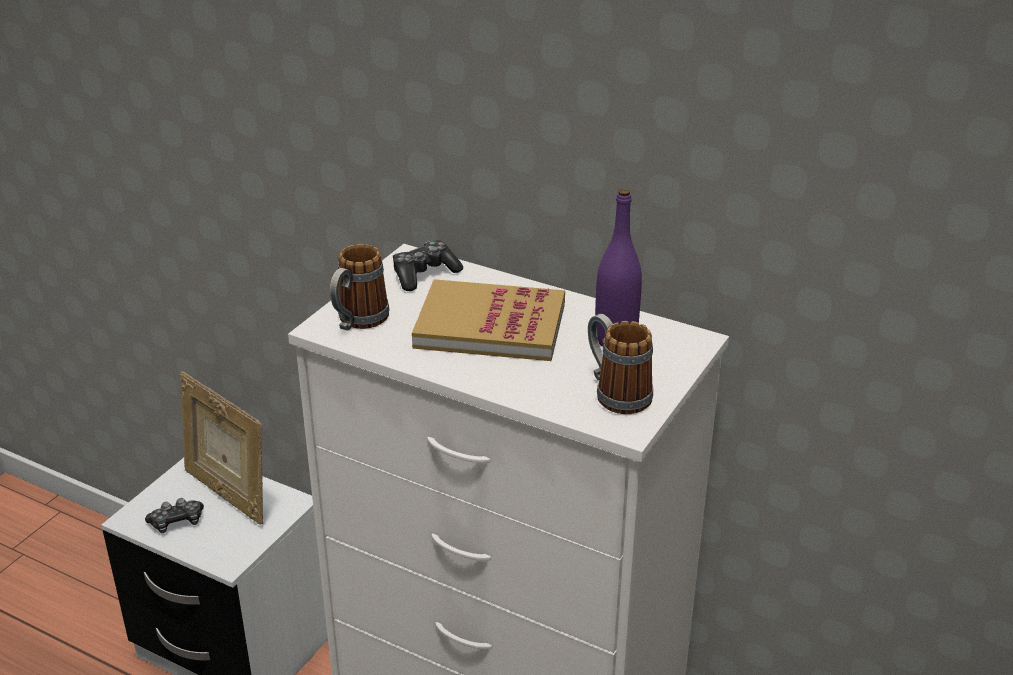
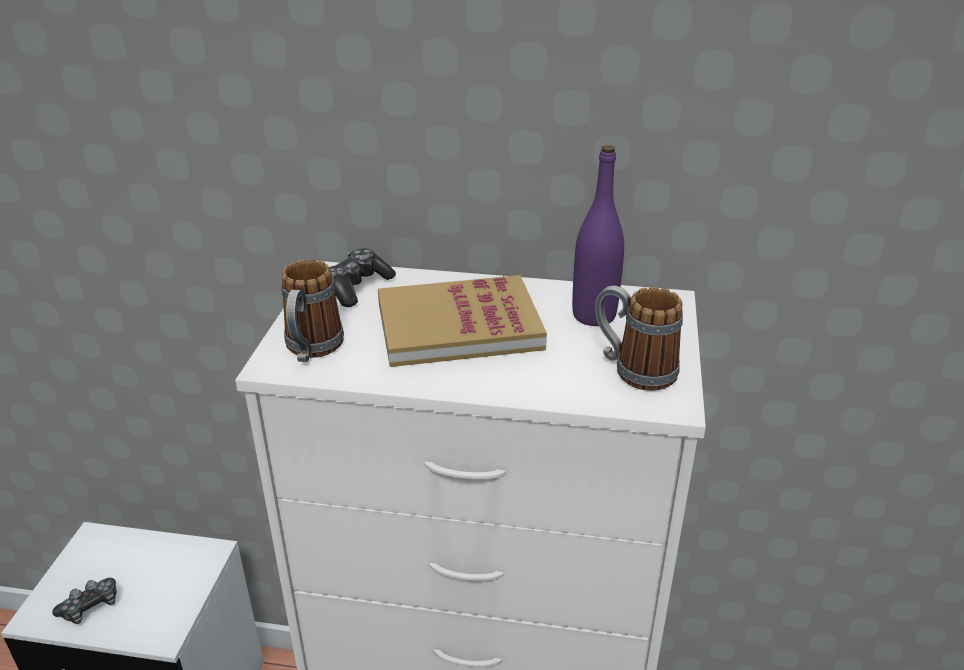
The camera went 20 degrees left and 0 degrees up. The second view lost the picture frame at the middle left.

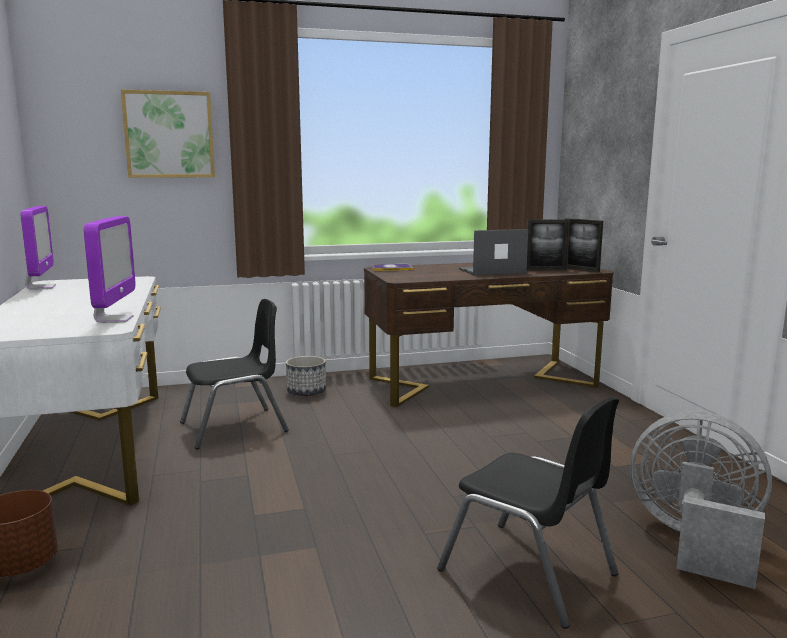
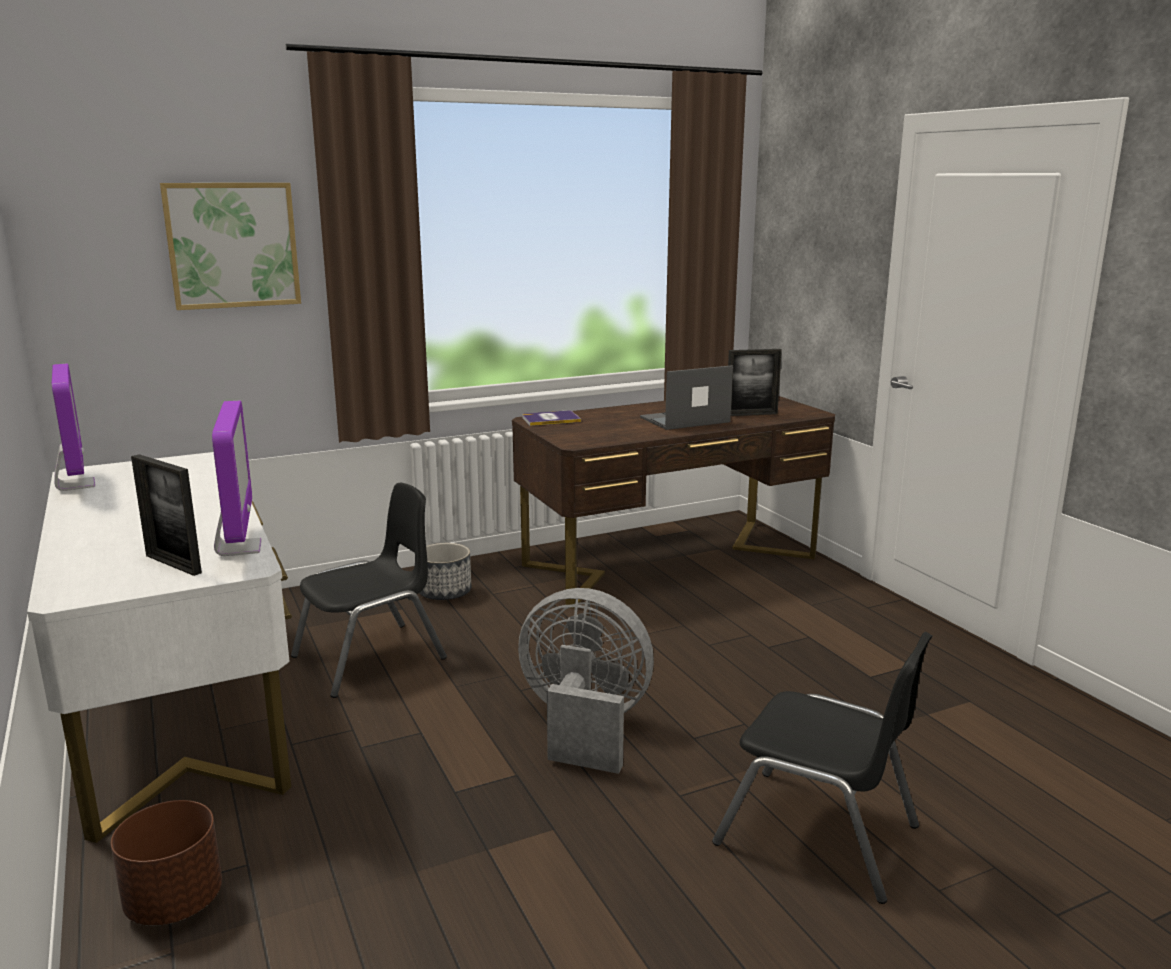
The camera went 10 degrees left and 5 degrees up. The picture frame (2nd from left in the first image) ended up elsewhere, having gone from the middle right to the middle left. The grey cooling fan ended up elsewhere, having gone from the bottom right to the bottom centre.

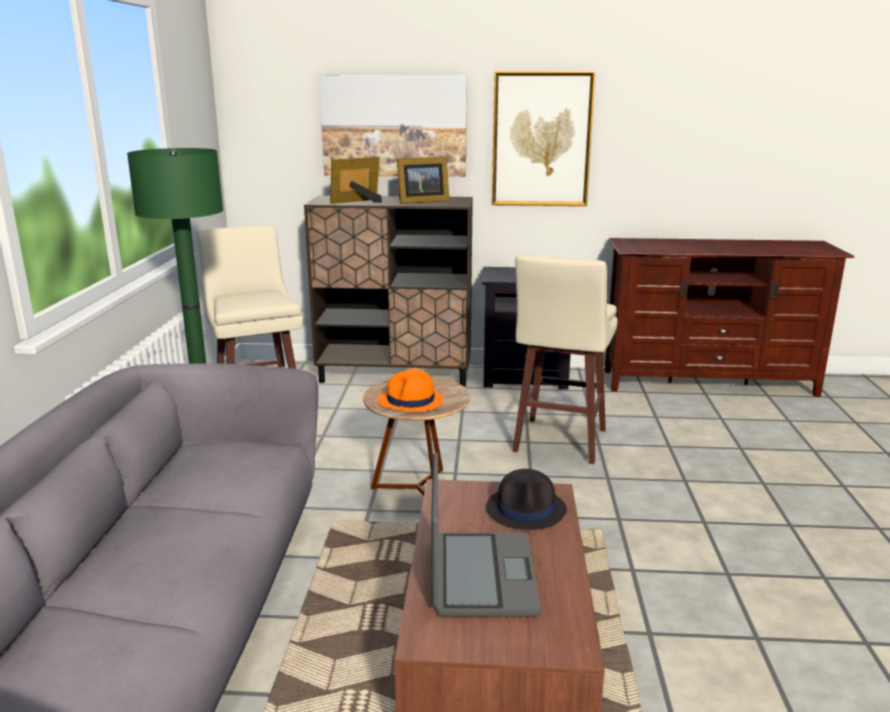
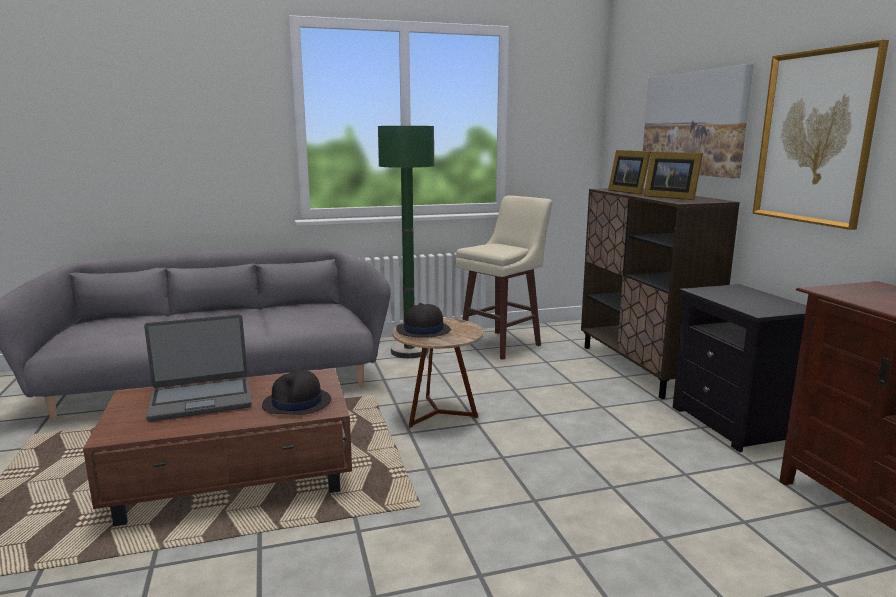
The camera went 70 degrees right and 5 degrees down. The picture frame (1st from left) at the top centre ended up facing another way, 150 degrees counterclockwise from before. What was the orangey wearable hat at the centre turned into the black-coloured wearable hat (2nd from left) at the centre. The second view lost the beige stool (2nd from left) at the centre.

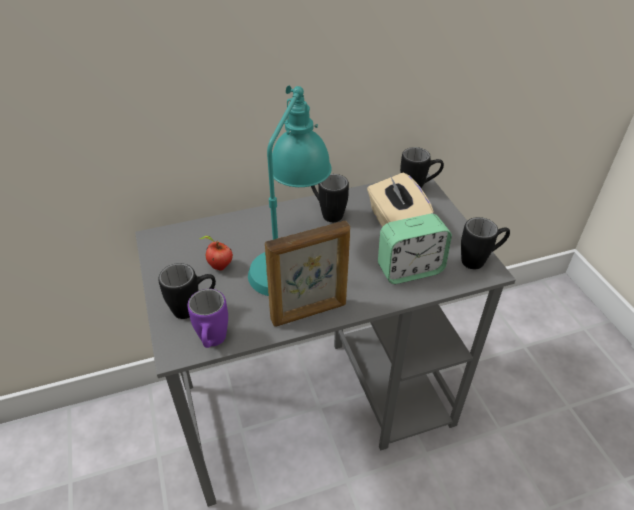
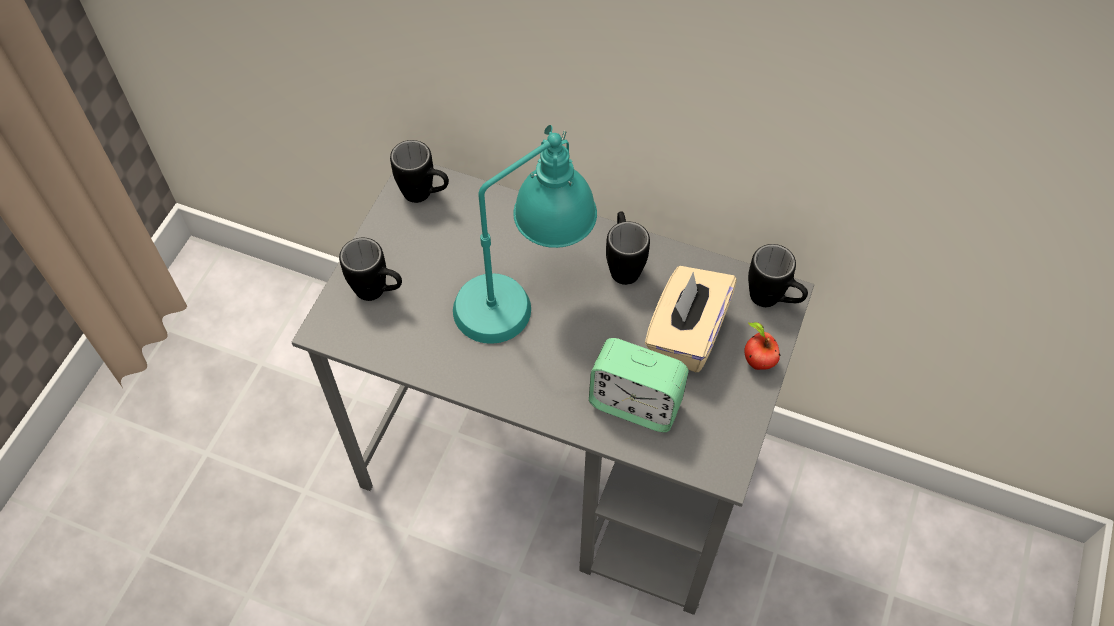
The camera went 40 degrees right and 15 degrees up. The second view lost the purple mug at the middle left. The whole apple ended up elsewhere, having gone from the centre to the middle right. The second view lost the picture frame at the centre. The black-coloured mug (4th from left in the first image) ended up elsewhere, having gone from the middle right to the top centre.

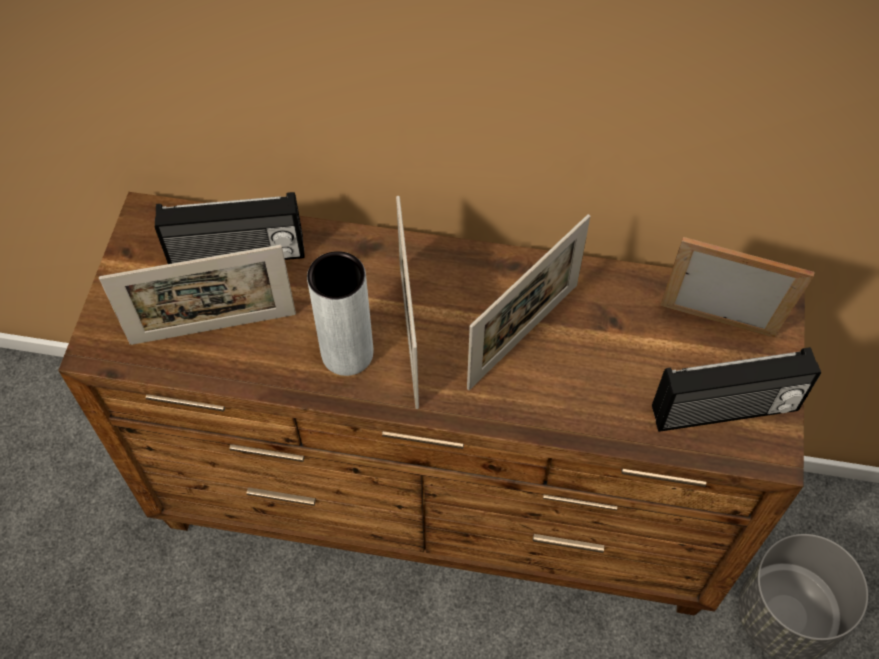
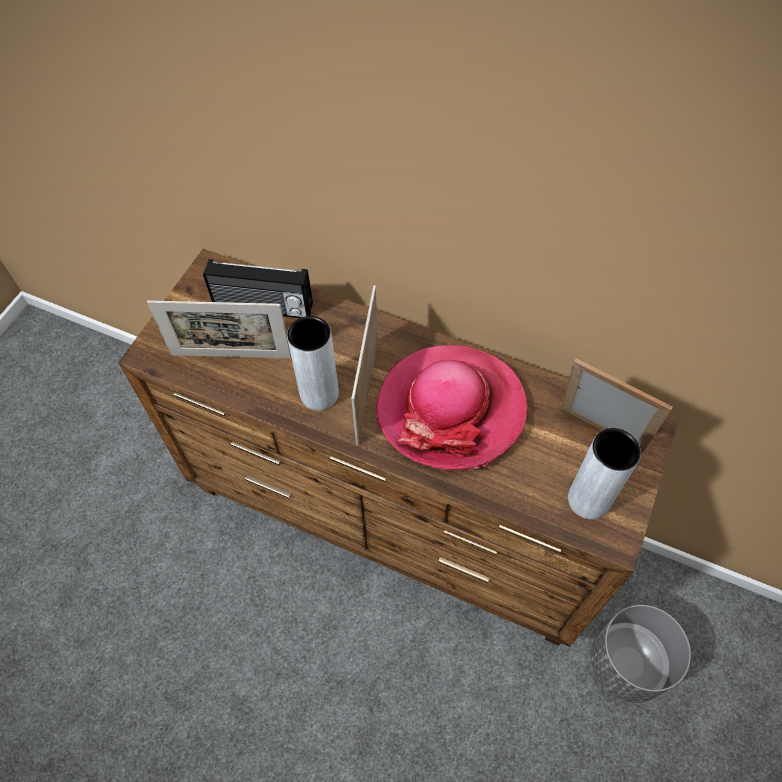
The camera went 15 degrees right and 0 degrees up. Where the picture frame (3rd from left) stood at the centre, the wearable hat came to stand at the centre. Where the radio receiver (2nd from left) stood at the middle right, the grey flower vase (2nd from left) came to stand at the middle right.

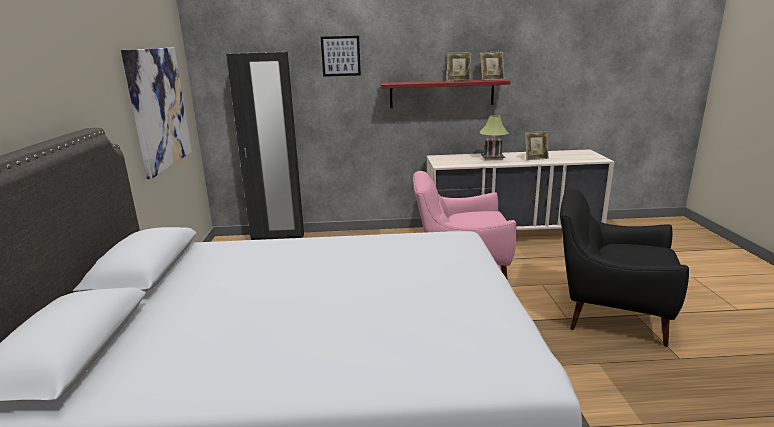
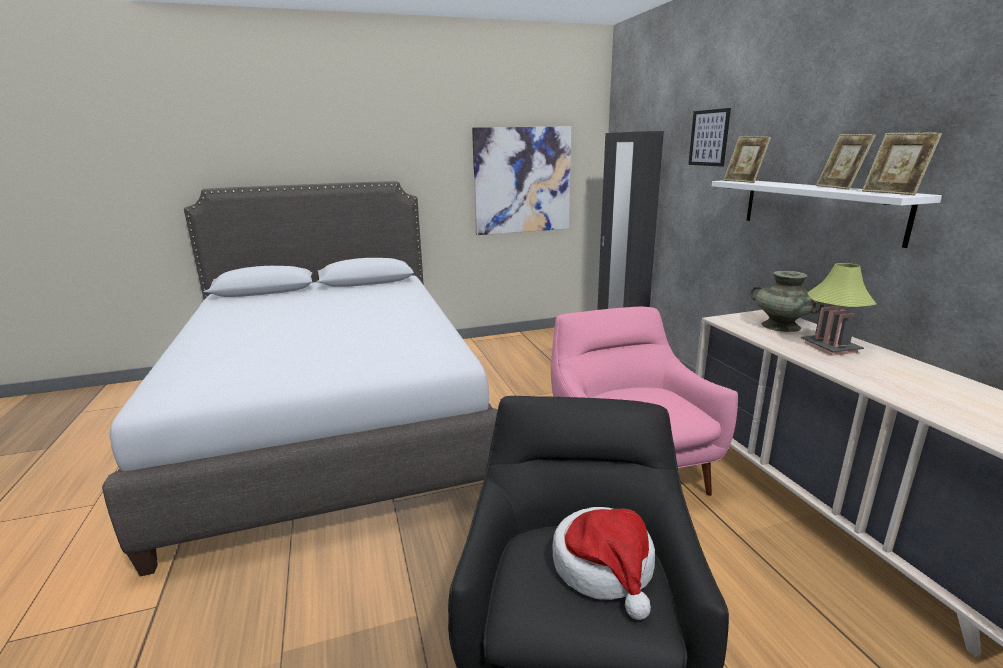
The camera went 75 degrees right and 0 degrees up. What was the reddish shelf at the top centre turned into the white shelf at the top right. The picture frame (3rd from left in the first image) ended up elsewhere, having gone from the middle right to the top right. The second view gained the wearable hat at the bottom centre. The second view gained the blue-green flower vase at the middle right.

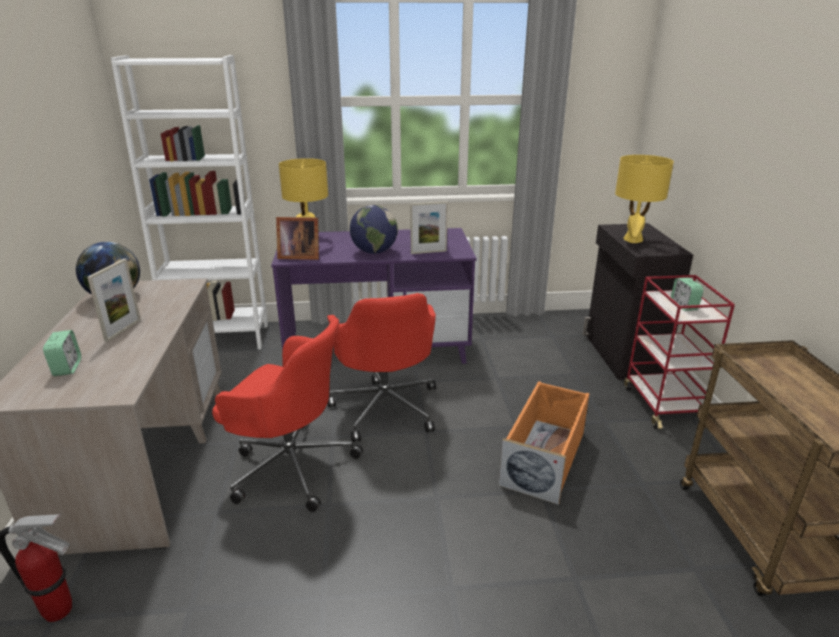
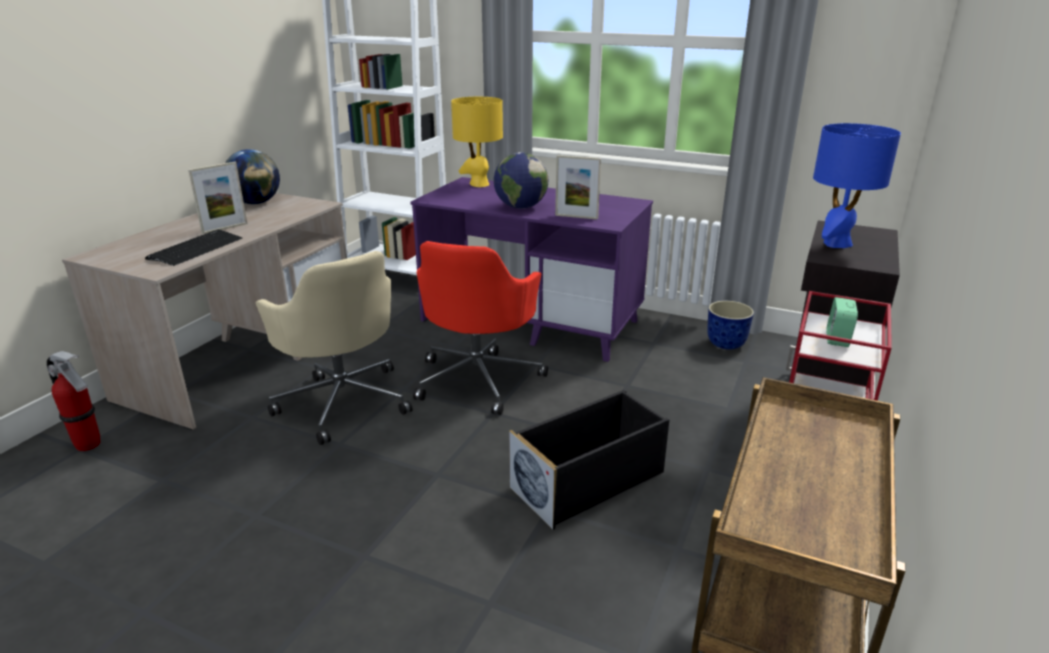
The camera went 30 degrees right and 0 degrees up. The second view lost the table clock (1st from left) at the middle left. What was the reddish office chair (1st from left) at the centre turned into the beige office chair at the middle left. The second view lost the picture frame (2nd from left) at the centre. What was the orangey storage bin at the bottom centre turned into the black-coloured storage bin at the bottom centre. What was the yellowish tabletop lamp (2nd from left) at the top right turned into the blue-coloured tabletop lamp at the top right. The second view gained the computer keyboard at the middle left. The second view gained the plant pot at the middle right.

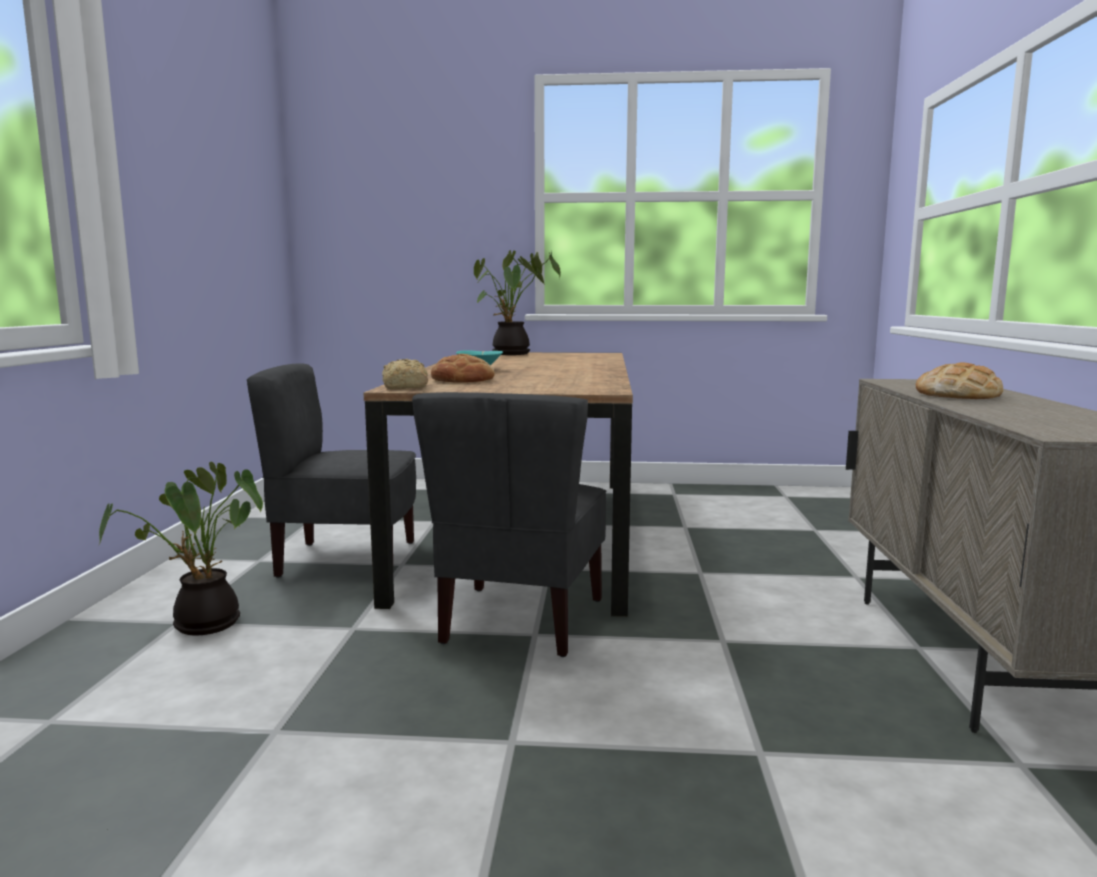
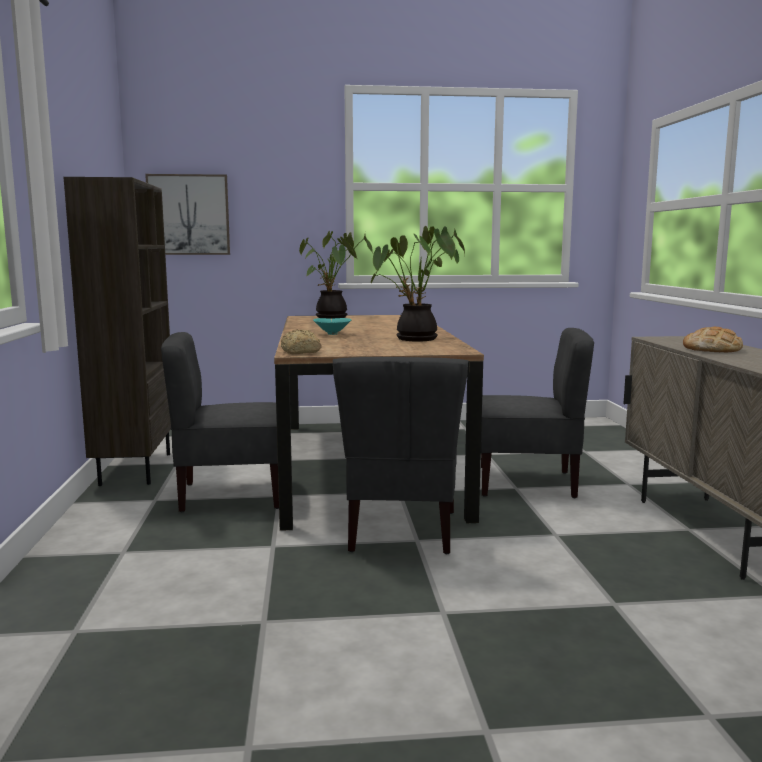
The camera went 10 degrees left and 0 degrees up. The houseplant (1st from left in the first image) ended up elsewhere, having gone from the middle left to the centre. The second view lost the bakery bread (2nd from left) at the centre. The second view gained the brownish bookcase at the middle left. The second view gained the picture at the top left. The second view gained the grey plain chair (3rd from left) at the middle right.

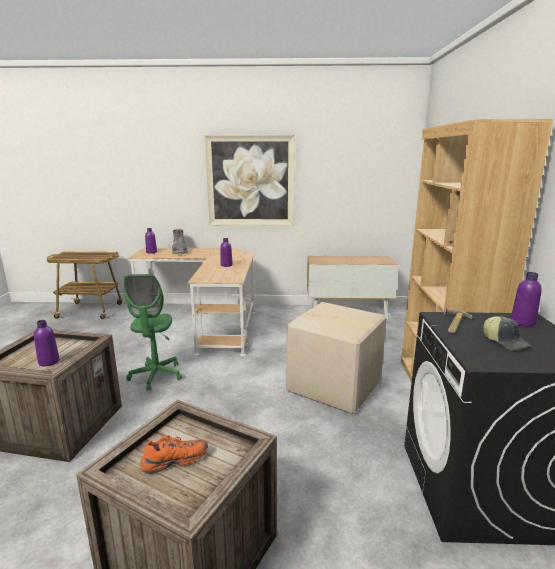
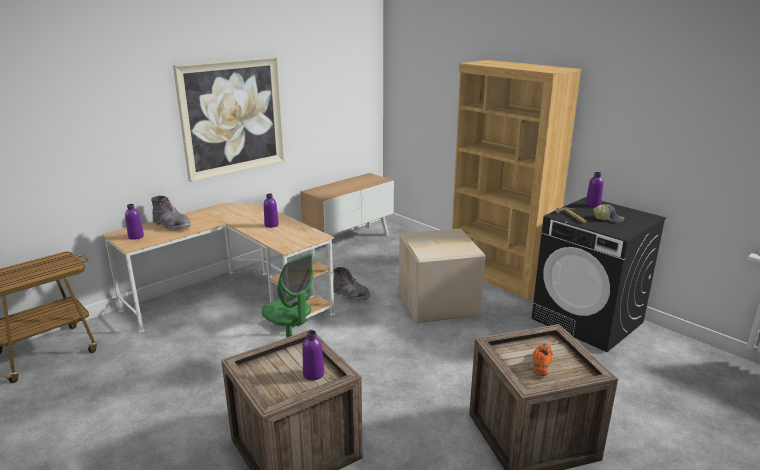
The camera went 45 degrees left and 5 degrees up. The second view gained the grey boot (2nd from left) at the centre.

